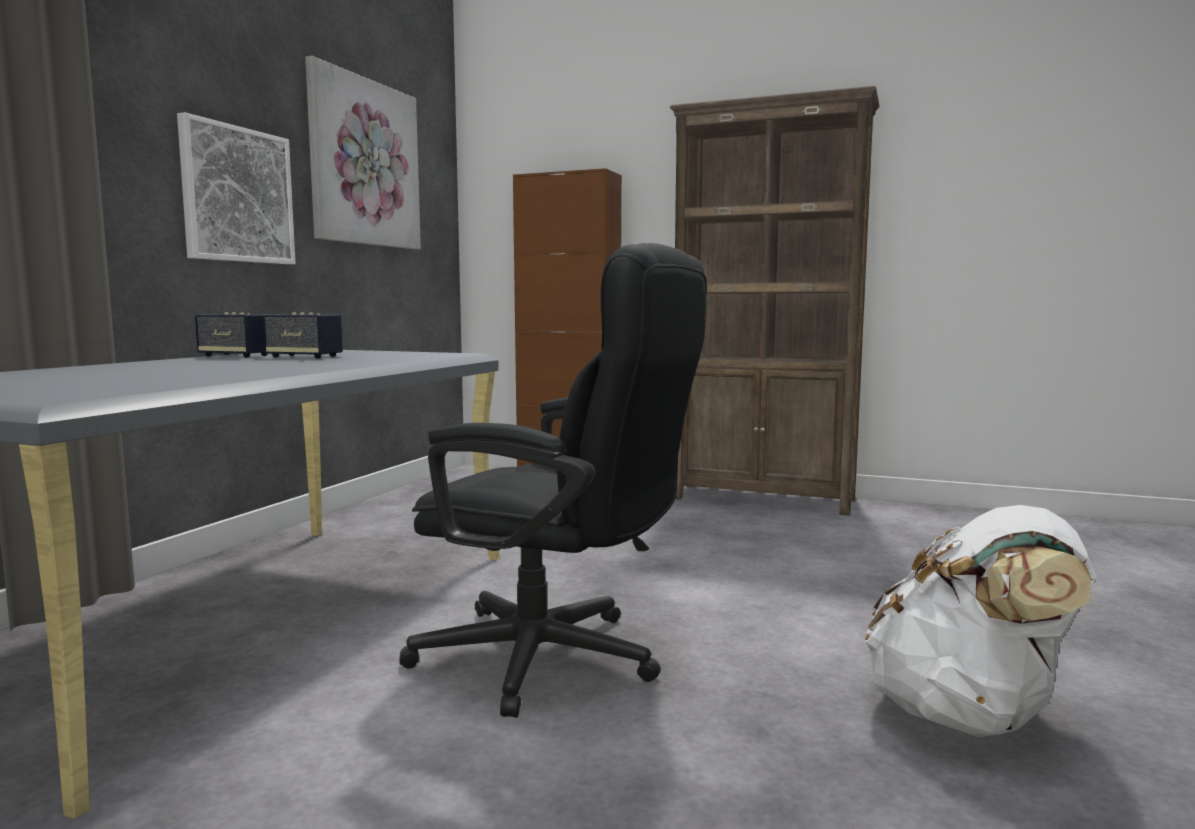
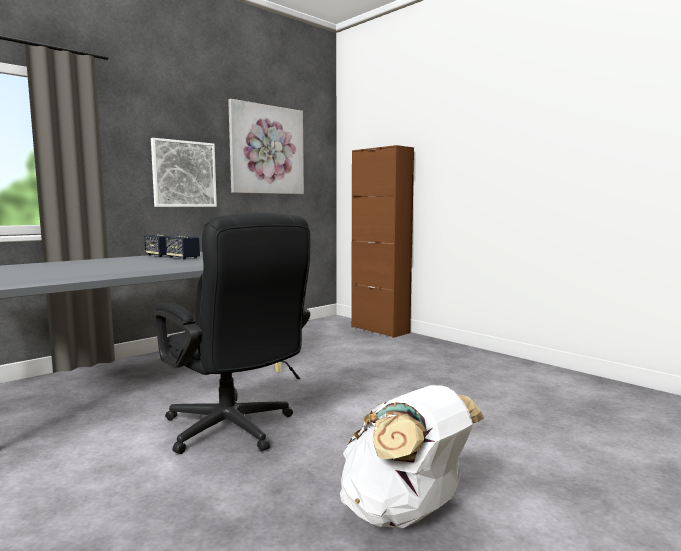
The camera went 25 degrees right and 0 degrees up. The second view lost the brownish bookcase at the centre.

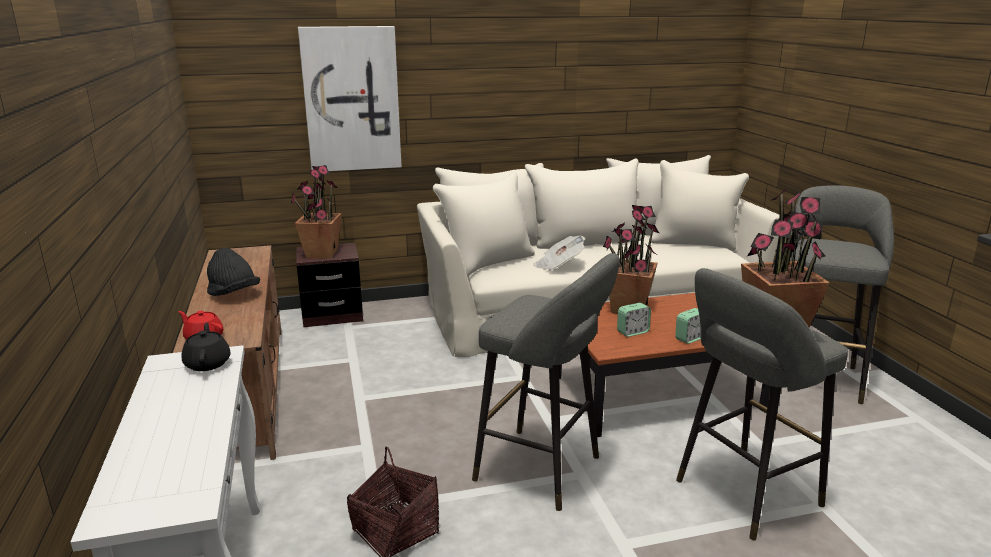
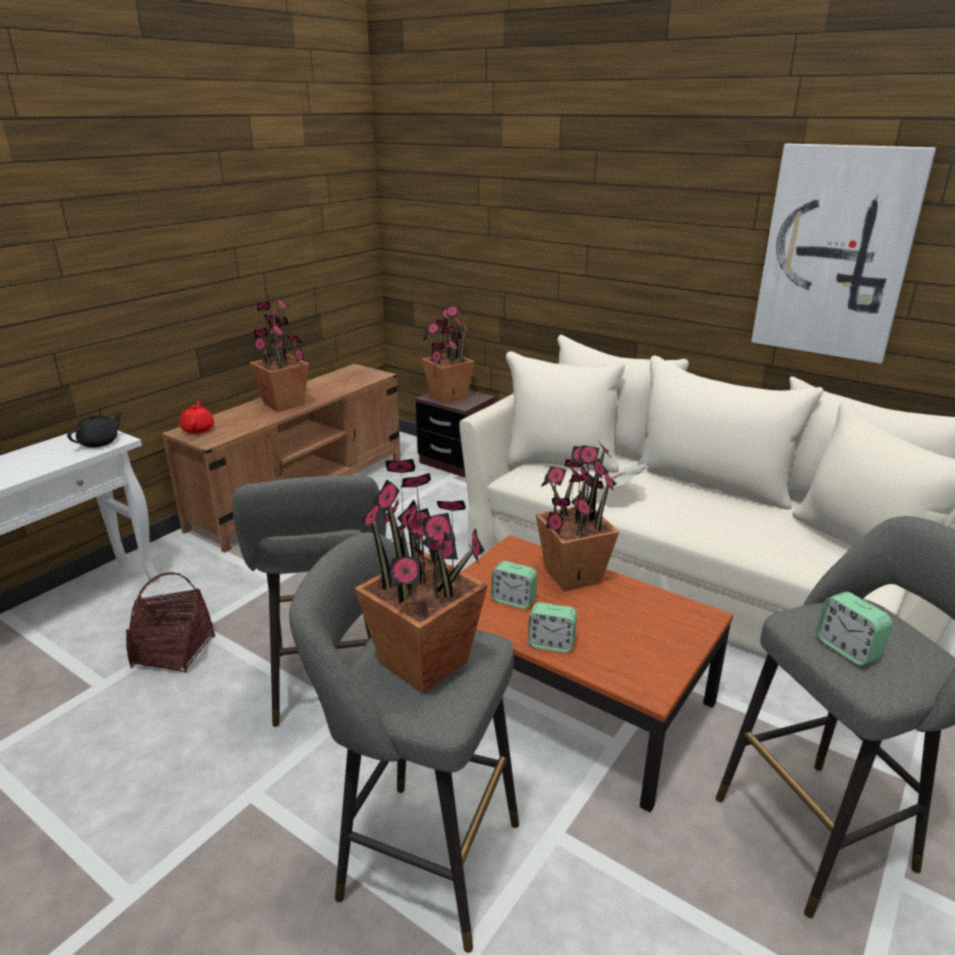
The camera went 50 degrees right and 5 degrees up. Where the black-coloured wearable hat stood at the middle left, the houseplant (1st from left) came to stand at the middle left. The picture ended up elsewhere, having gone from the top centre to the top right. The second view gained the table clock (3rd from left) at the middle right.

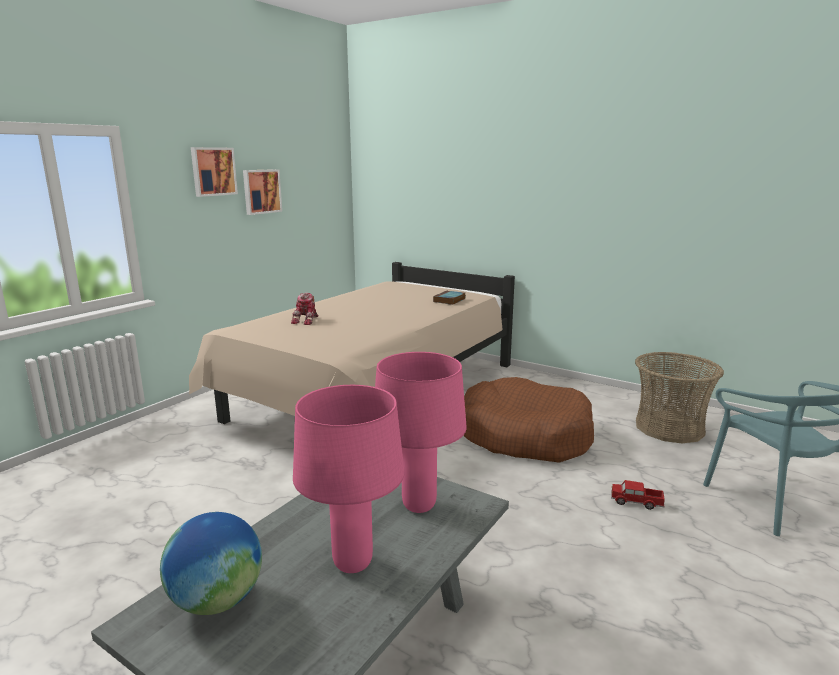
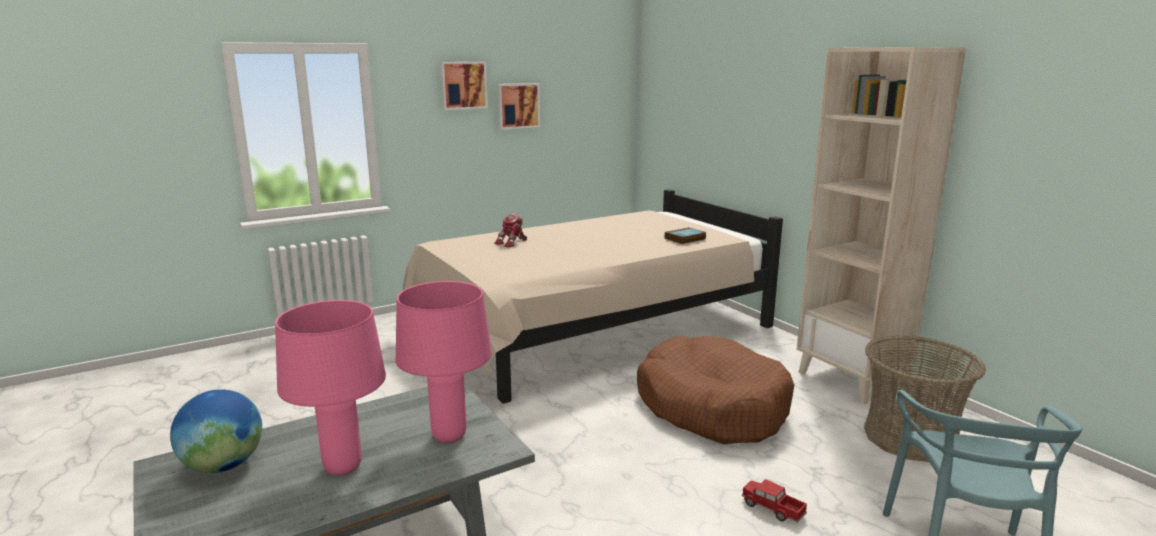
The camera went 25 degrees right and 0 degrees up. The second view gained the beige bookcase at the middle right.

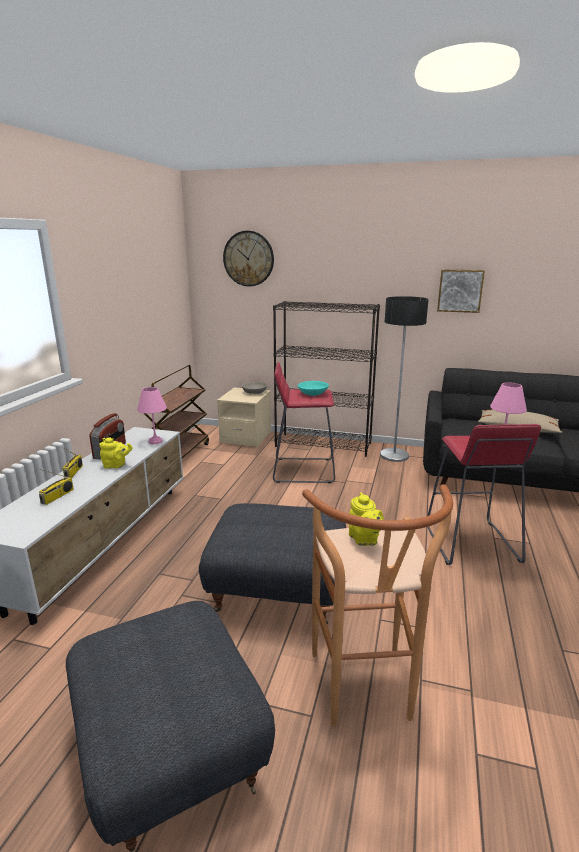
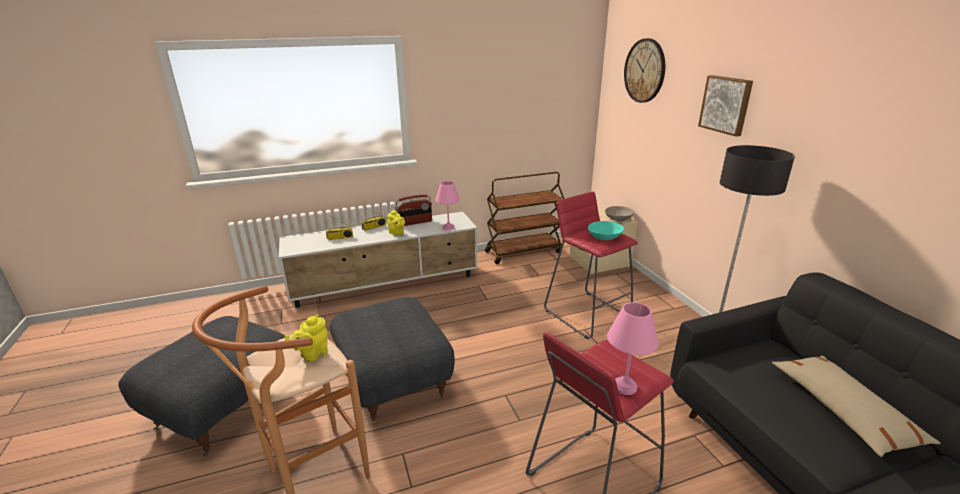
The camera went 55 degrees right and 5 degrees up. The second view lost the black-coloured bookcase at the centre. The picture ended up elsewhere, having gone from the middle right to the top right.

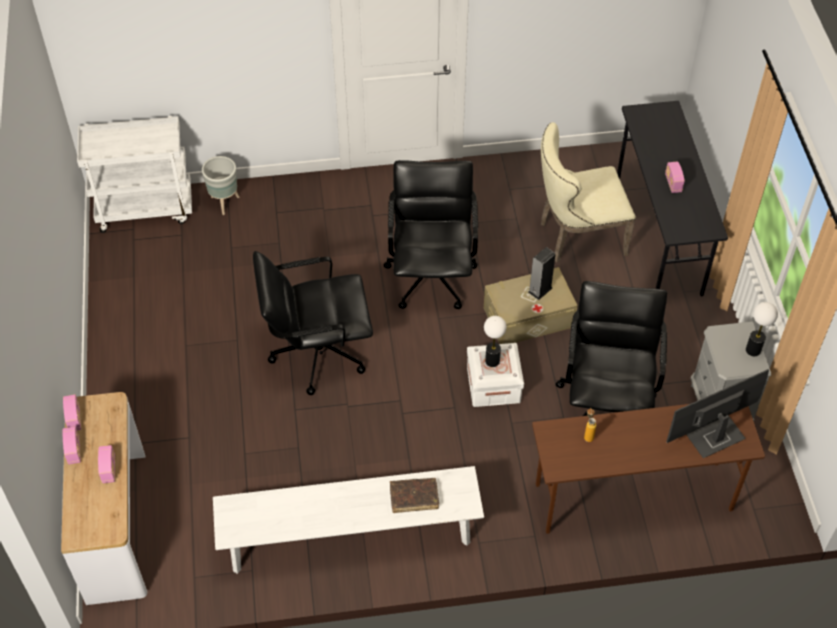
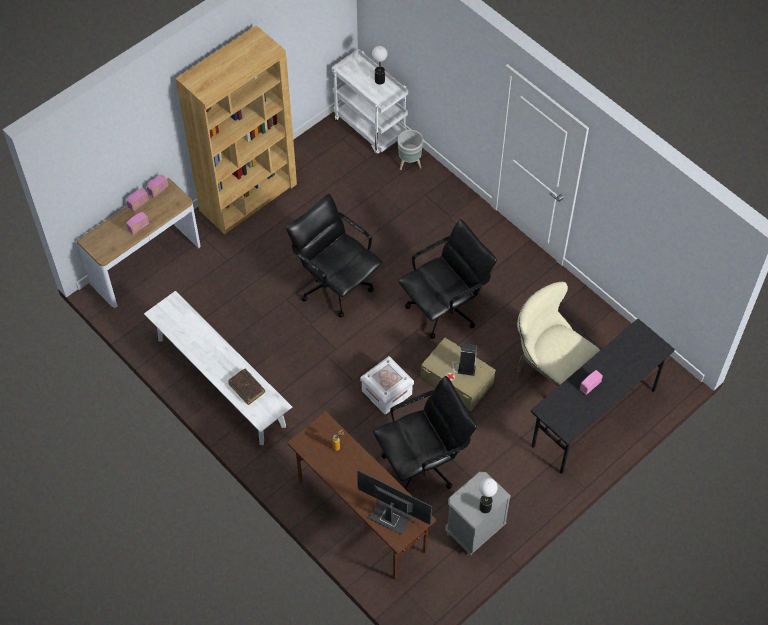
The camera went 55 degrees right and 5 degrees up. The tabletop lamp (1st from left) ended up elsewhere, having gone from the centre to the top centre. The second view gained the brownish bookcase at the top left.

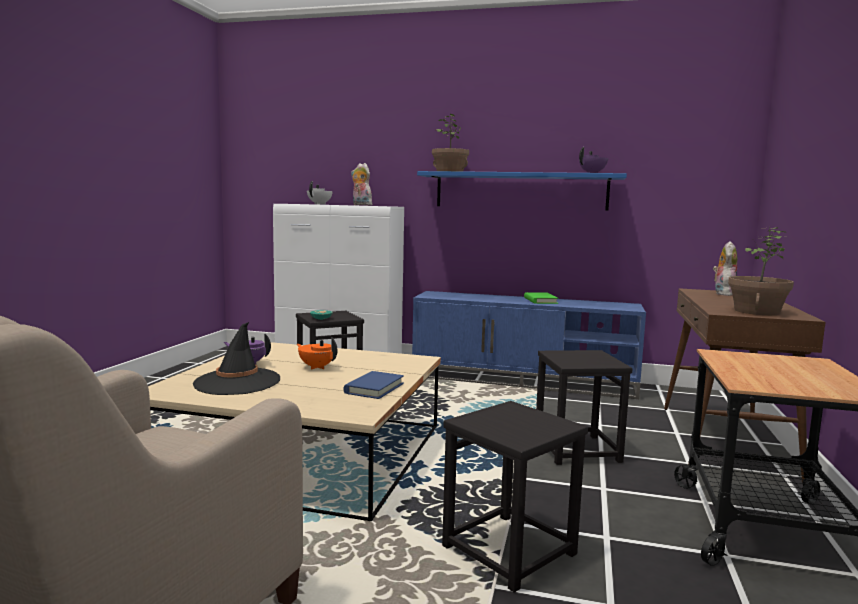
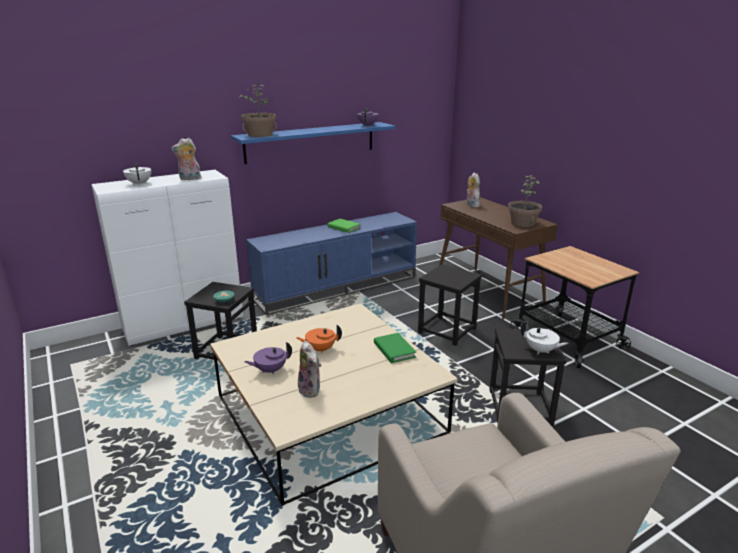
The camera went 45 degrees left and 15 degrees up. Where the black-coloured wearable hat stood at the middle left, the plush toy (2nd from left) came to stand at the bottom centre. What was the blue-coloured bound book at the centre turned into the green bound book (2nd from left) at the centre. The second view gained the white tea pot (2nd from left) at the middle right.

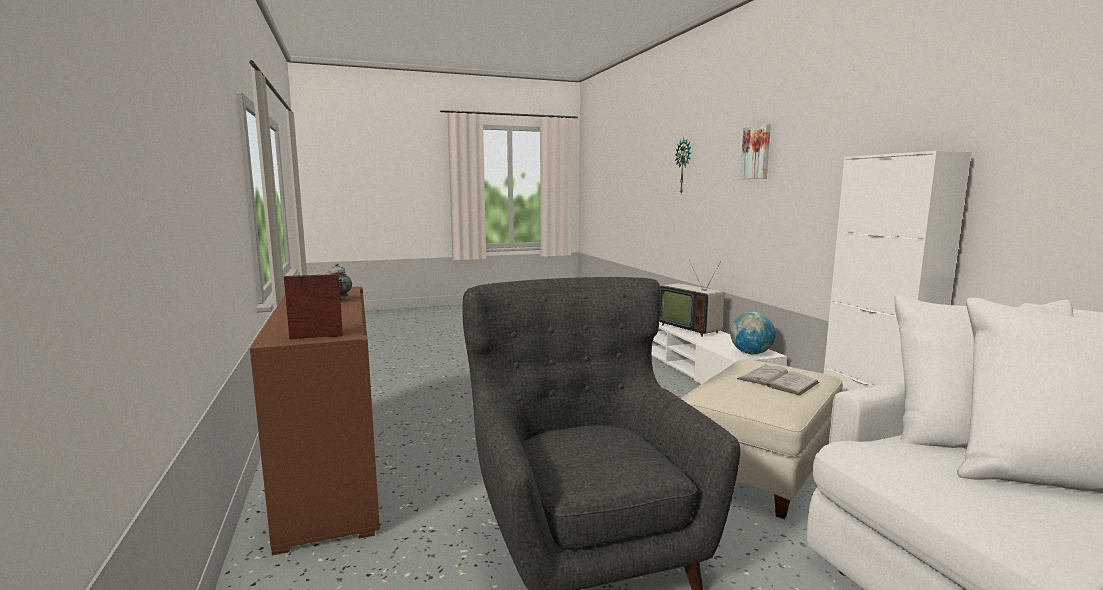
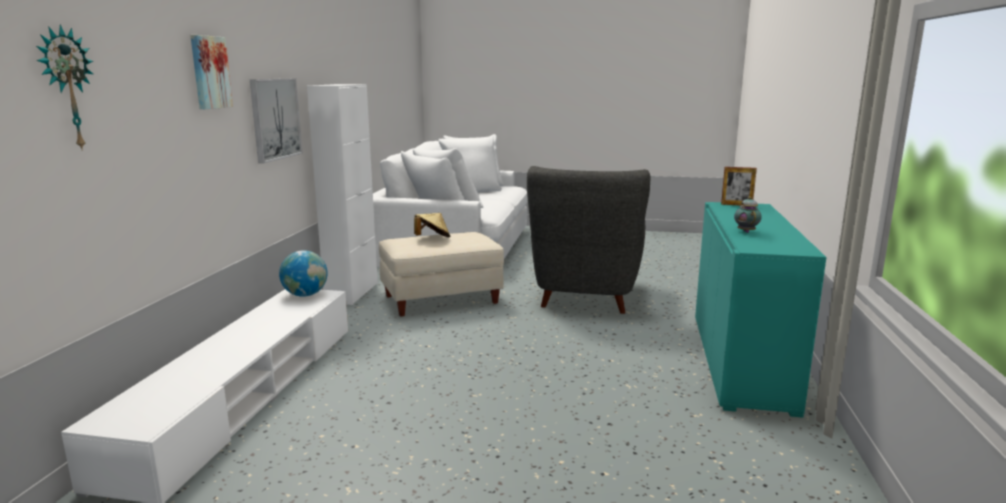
The camera went 150 degrees left and 5 degrees up. What was the brownish storage cabinet at the bottom left turned into the blue-green storage cabinet at the middle right. The second view lost the TV set at the centre. Where the white bound book stood at the middle right, the beige wearable hat came to stand at the centre. The second view gained the picture (2nd from left) at the top left.

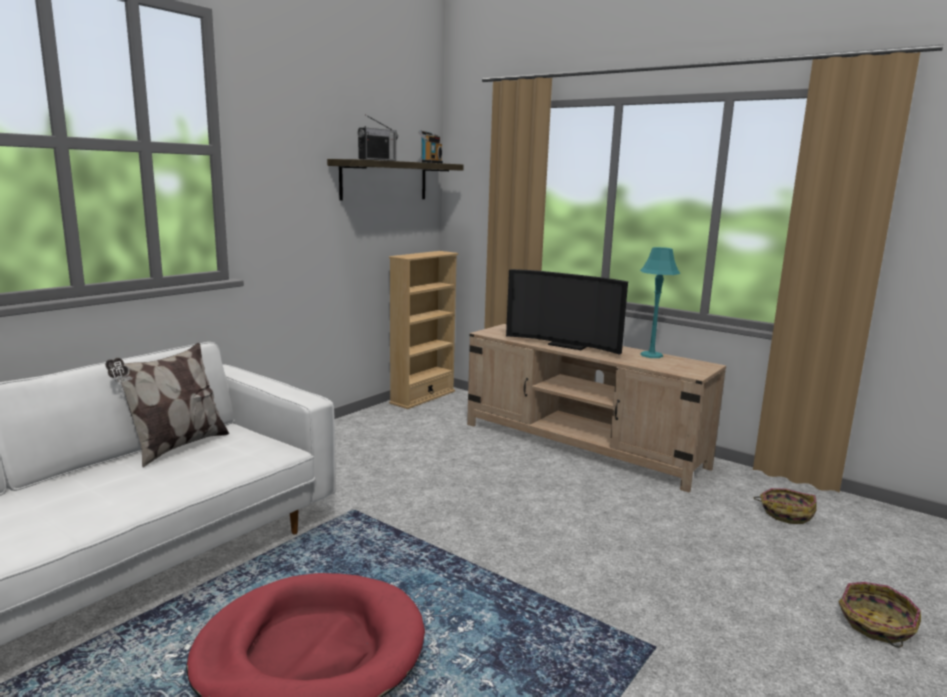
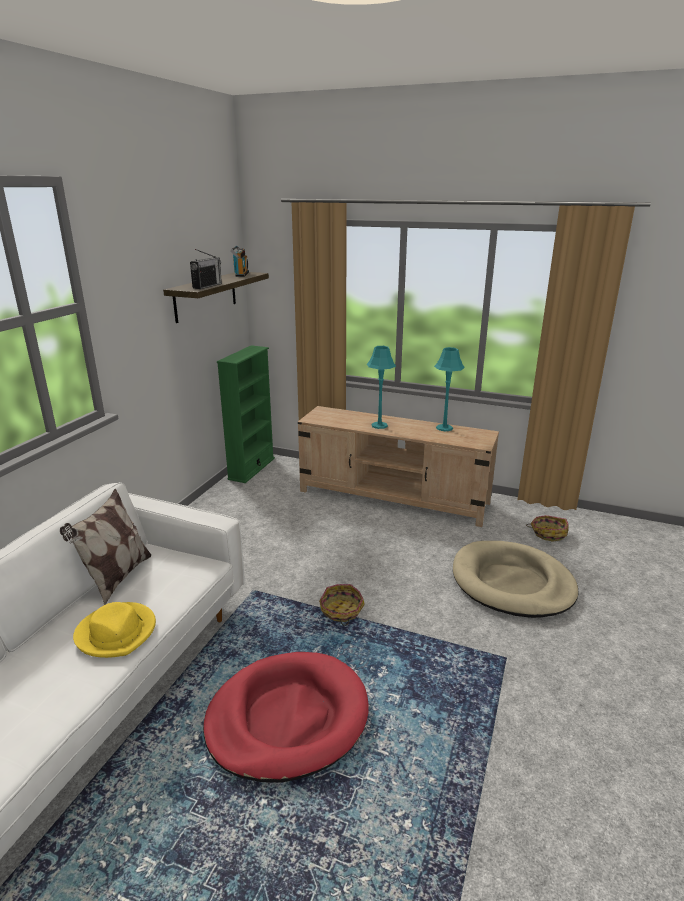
The camera went 15 degrees left and 10 degrees up. What was the beige bookcase at the centre turned into the green bookcase at the centre. Where the TV set stood at the centre, the blue-green tabletop lamp (1st from left) came to stand at the centre. The basket (2nd from left in the first image) ended up elsewhere, having gone from the bottom right to the bottom centre. The second view gained the yellowish wearable hat at the bottom left. The second view gained the beige dog cushion at the middle right.

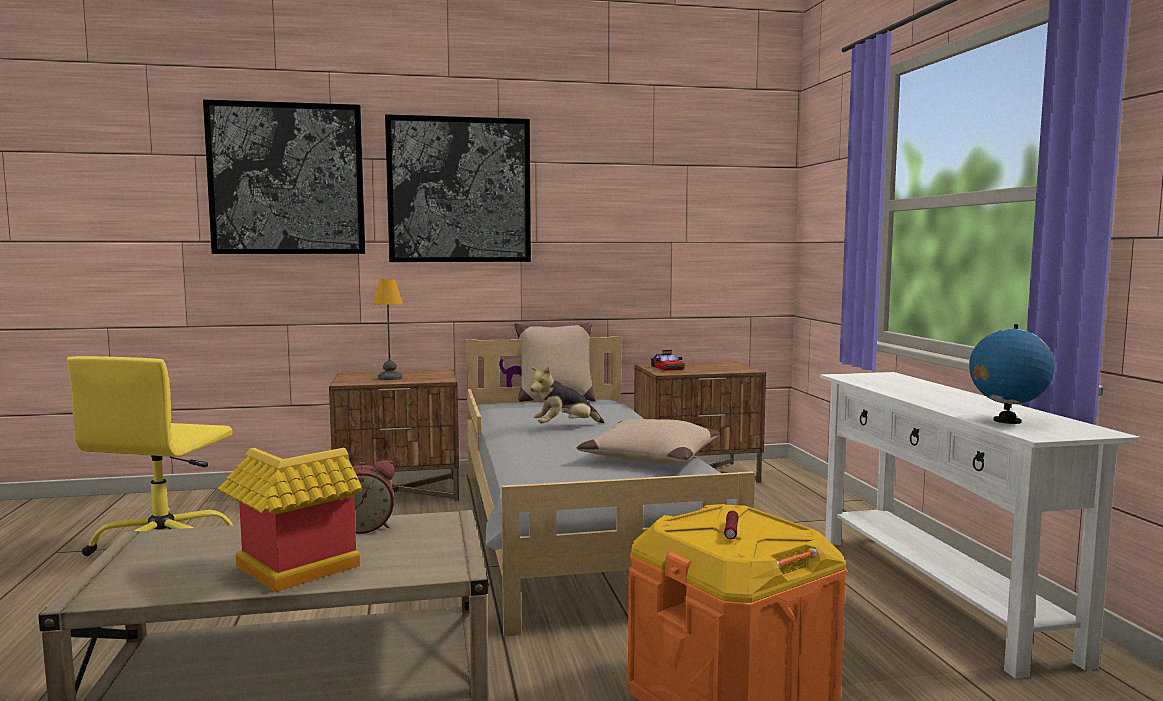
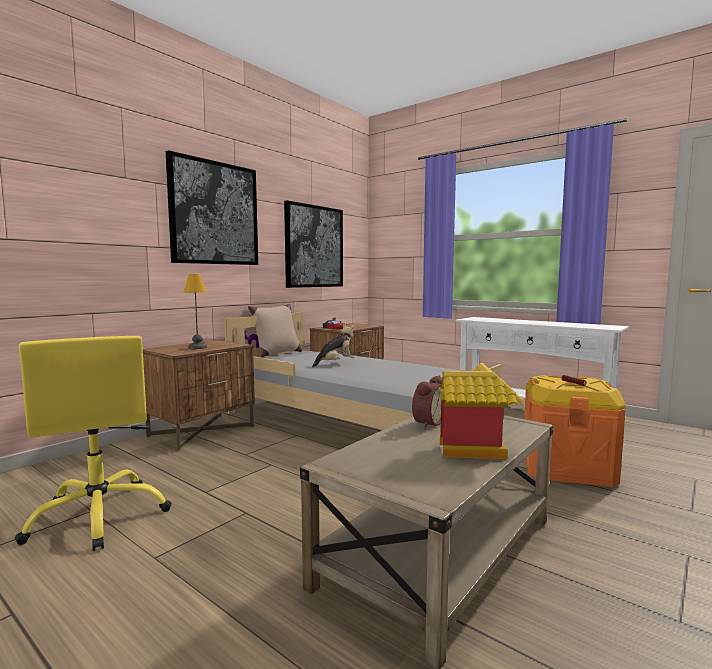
The camera went 40 degrees left and 0 degrees up. The picture (1st from left in the first image) ended up elsewhere, having gone from the top left to the centre. The plush toy at the centre ended up facing another way, 150 degrees counterclockwise from before. The second view lost the beige pillow (2nd from left) at the centre. The second view lost the world globe at the middle right.

